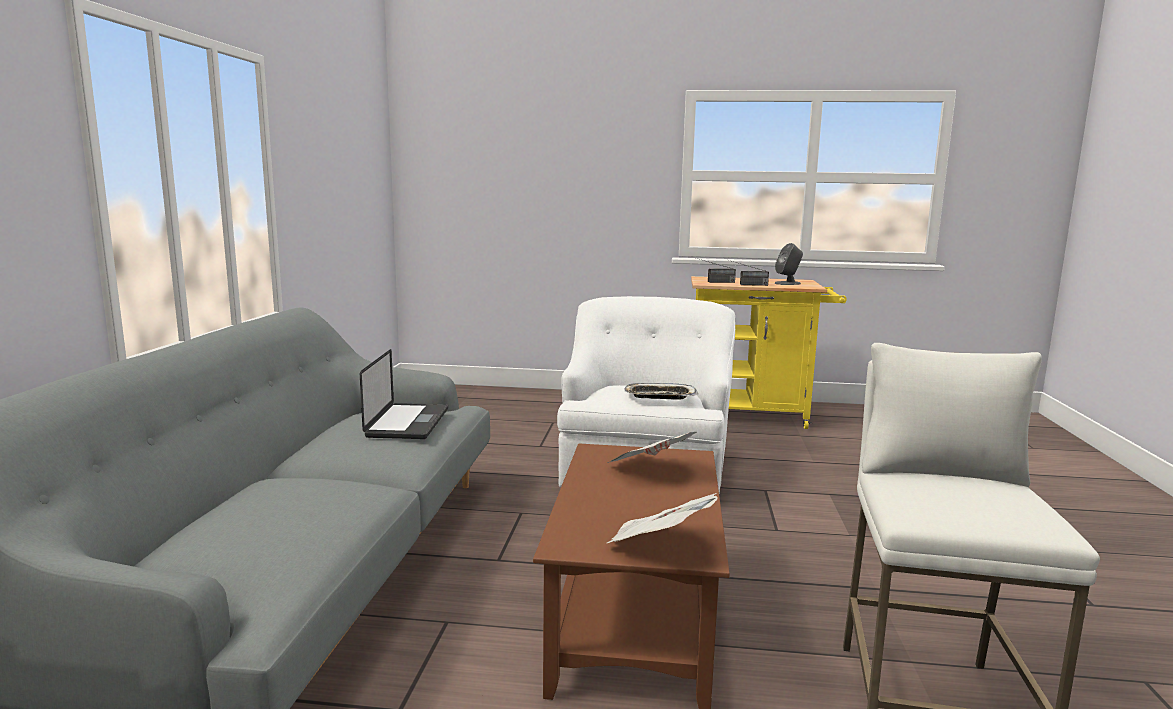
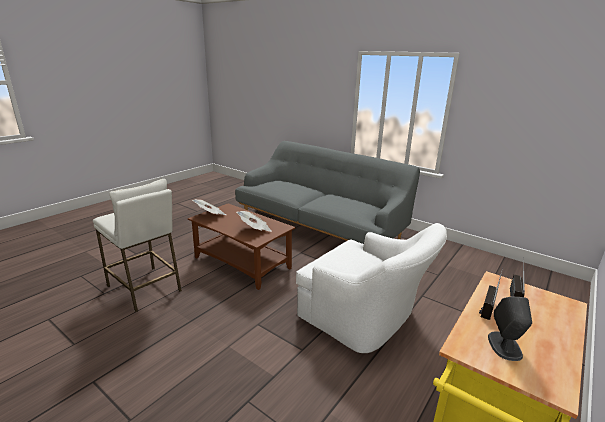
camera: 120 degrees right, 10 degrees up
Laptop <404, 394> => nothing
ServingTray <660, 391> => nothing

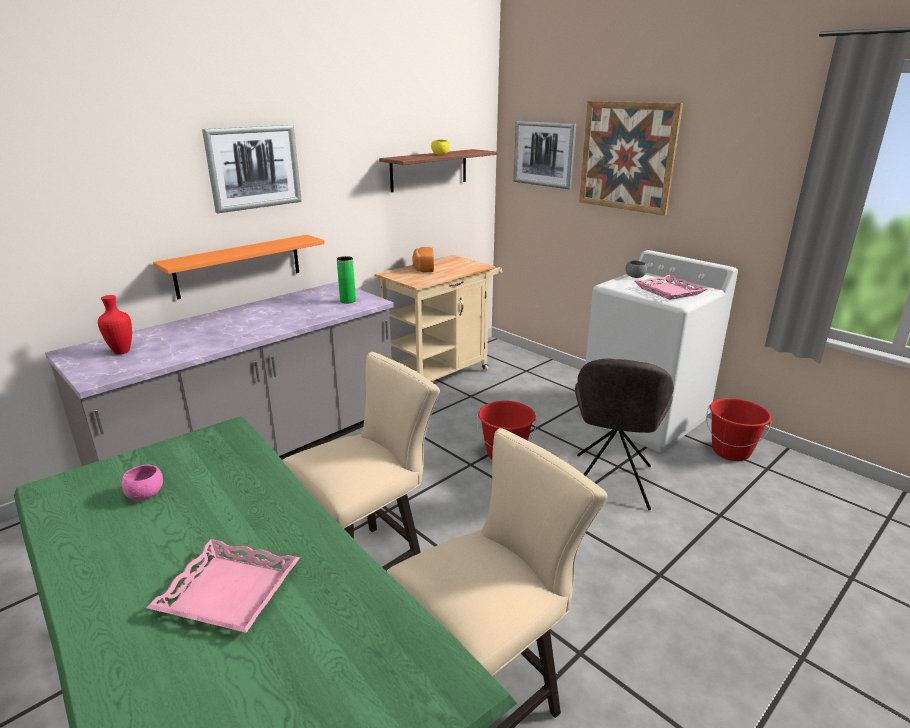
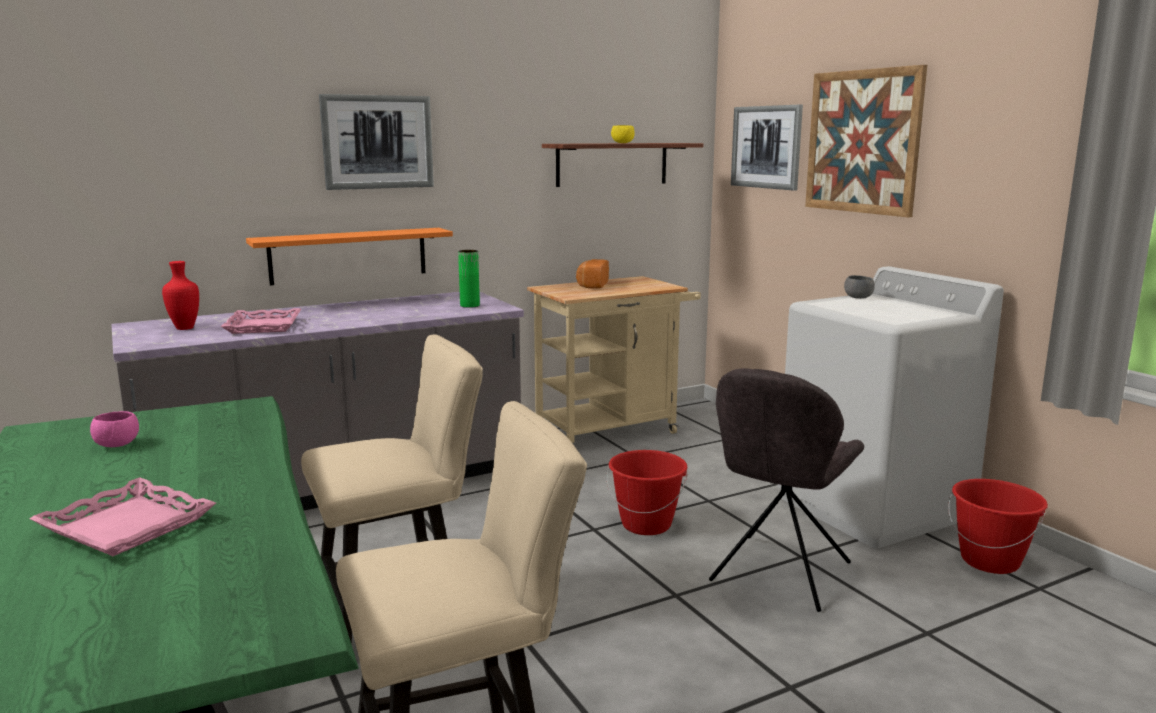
camera: 15 degrees right, 10 degrees down
PinkishServingTray <671, 287> => PinkishServingTray <261, 321>, move

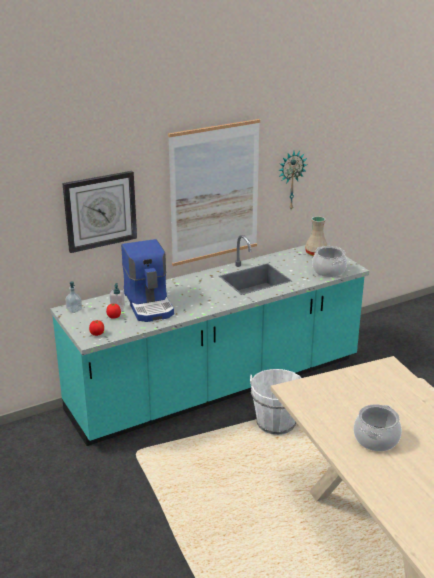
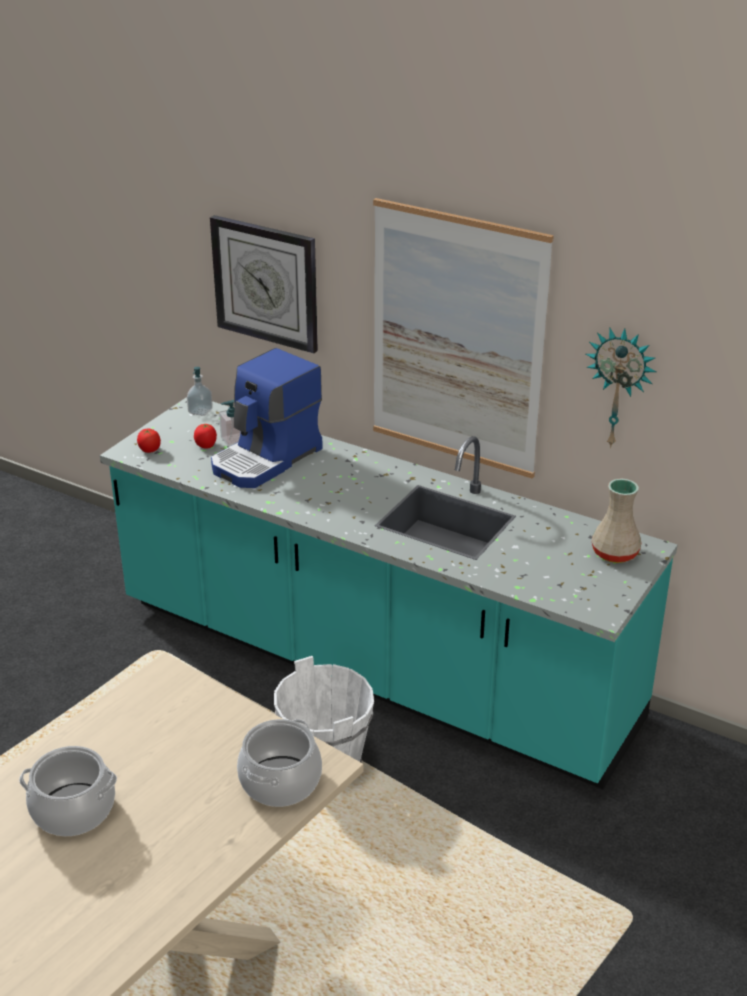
camera: 60 degrees right, 5 degrees up
Stockpot <329, 261> => Stockpot <279, 763>, move

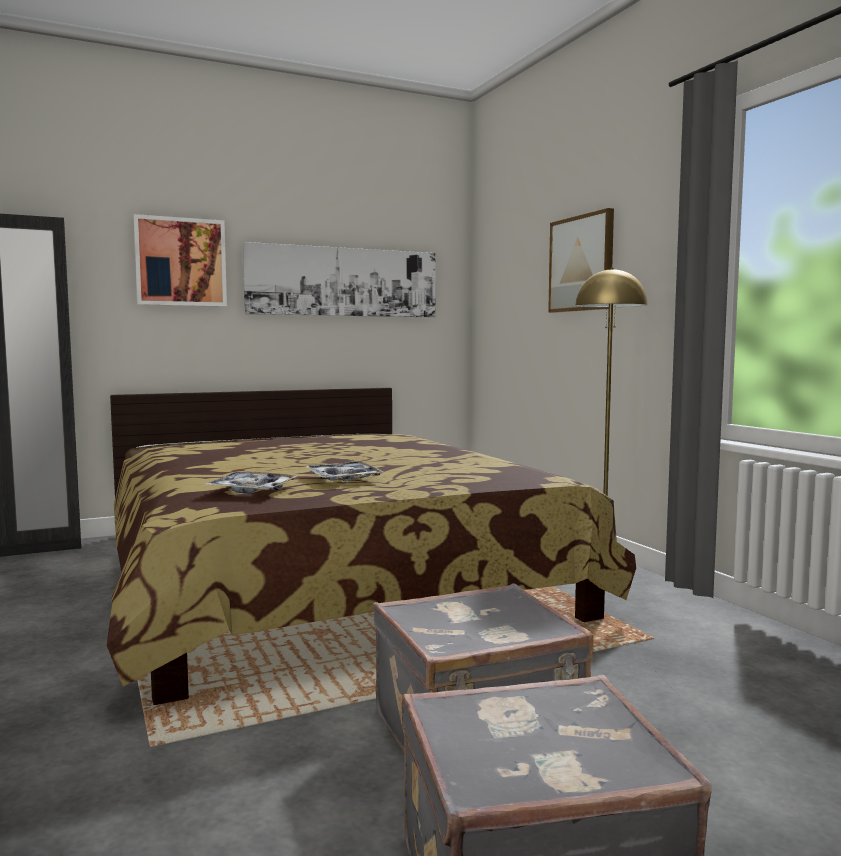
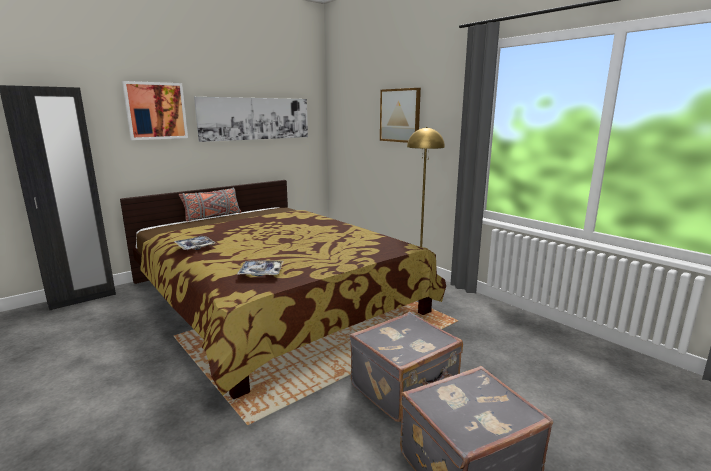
camera: 15 degrees left, 10 degrees up
ServingTray <345, 471> => ServingTray <195, 243>, move
nothing => GreyishThrowPillow <210, 205>

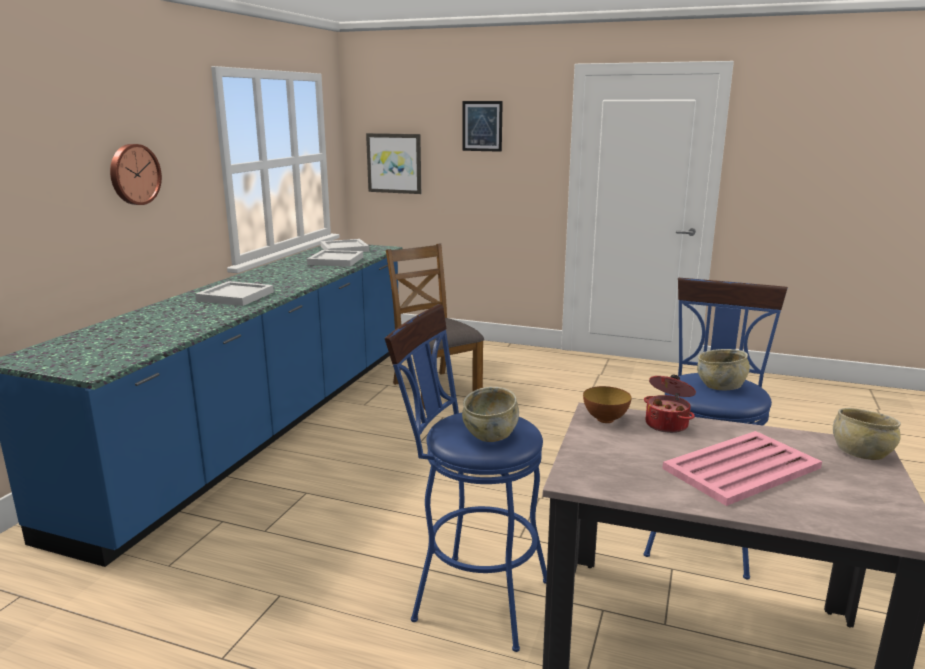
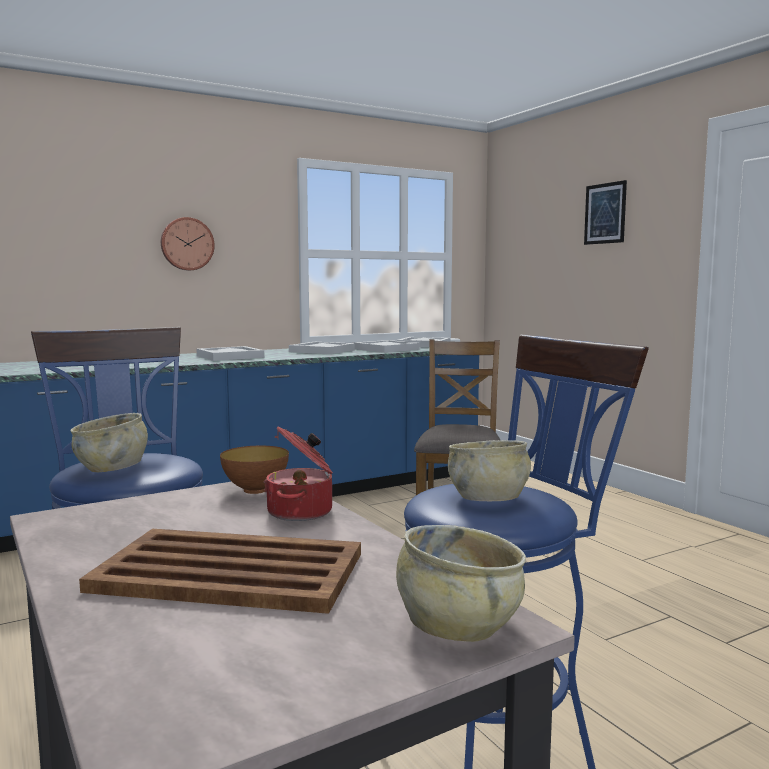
camera: 40 degrees right, 10 degrees down
WallArt <393, 163> => nothing
PinkishServingTray <742, 468> => BrownColouredServingTray <220, 571>
nothing => WhitishServingTray <322, 348>

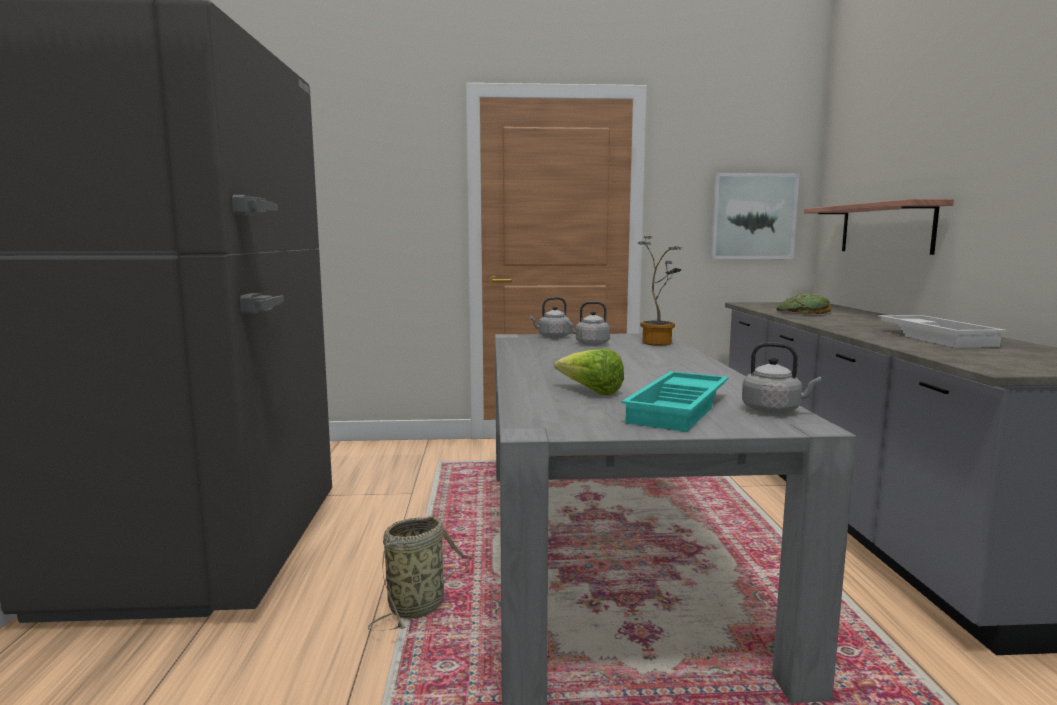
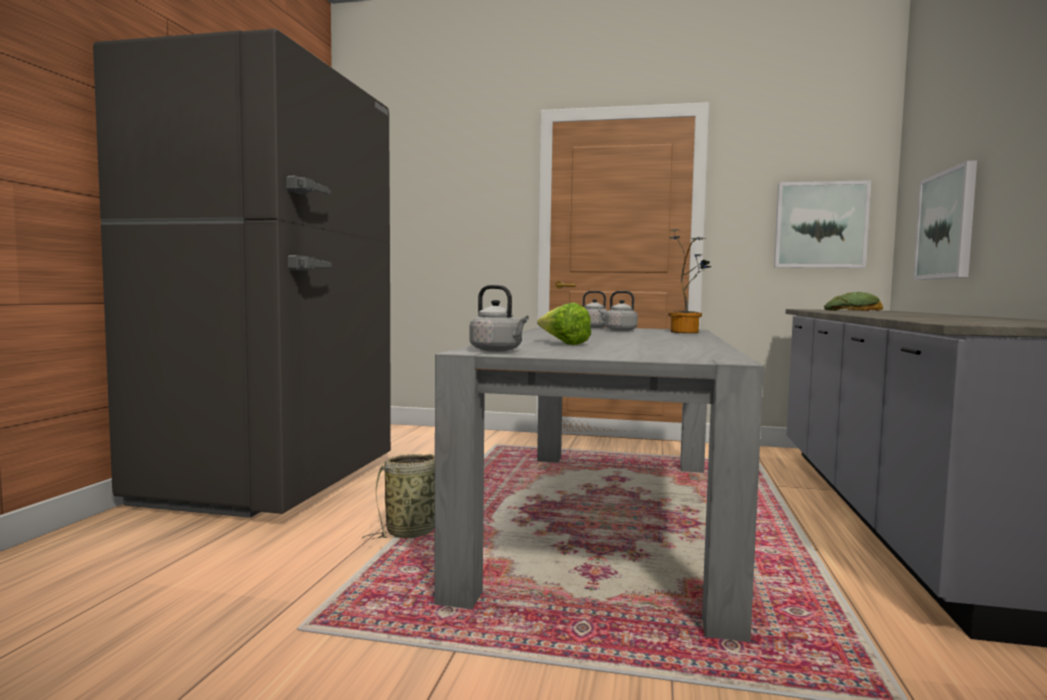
camera: 15 degrees right, 5 degrees down
BlueGreenServingTray <675, 401> => nothing
GreyishTeaKettle <781, 378> => GreyishTeaKettle <499, 318>, move
Shelf <879, 227> => WallArt <945, 220>
WhitishServingTray <942, 331> => nothing

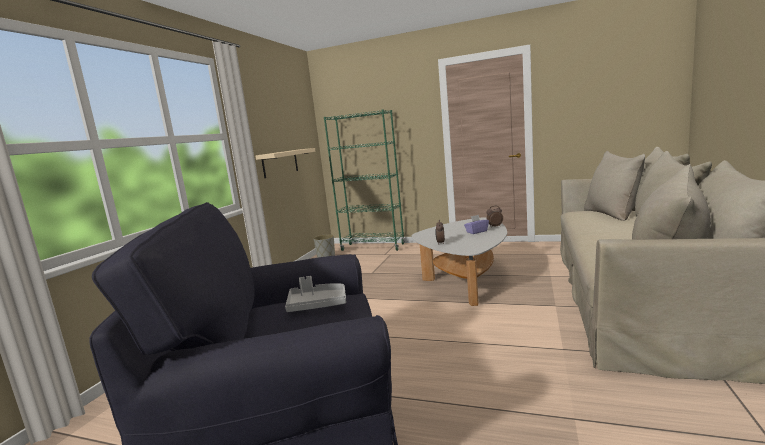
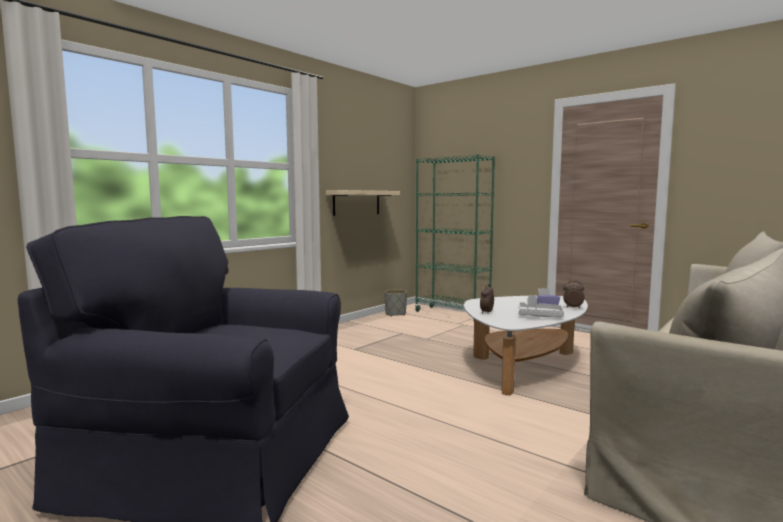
camera: 20 degrees right, 5 degrees down
GreyishServingTray <315, 294> => GreyishServingTray <541, 306>, move

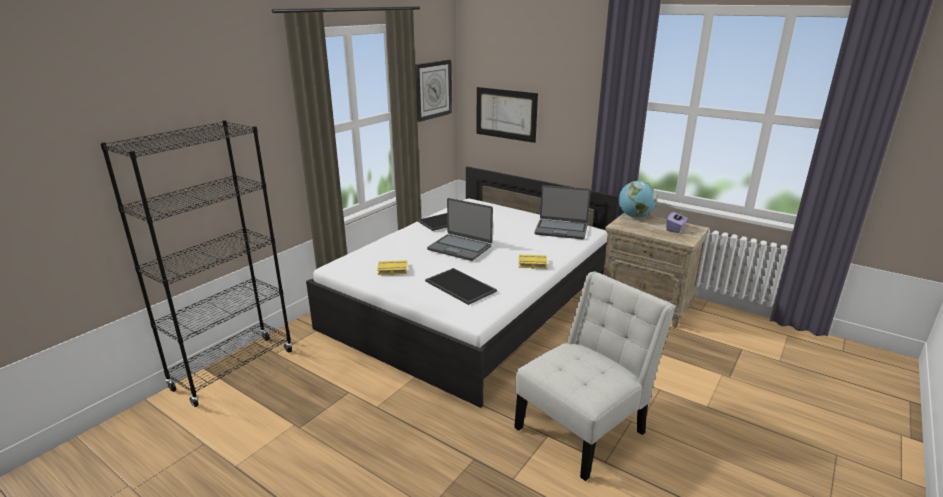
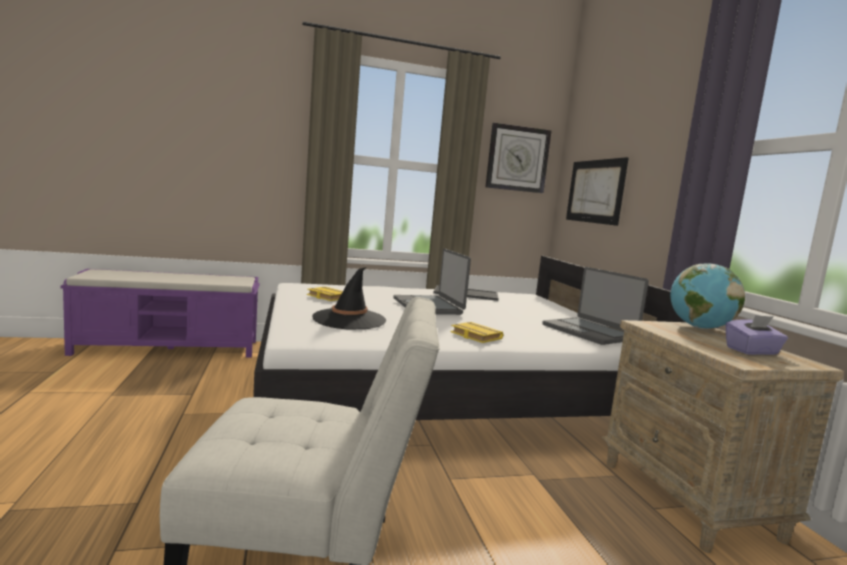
camera: 40 degrees right, 15 degrees down
BlackShelvingUnit <196, 263> => PurpleBench <160, 313>
ServingTray <461, 286> => BlackWearableHat <349, 298>

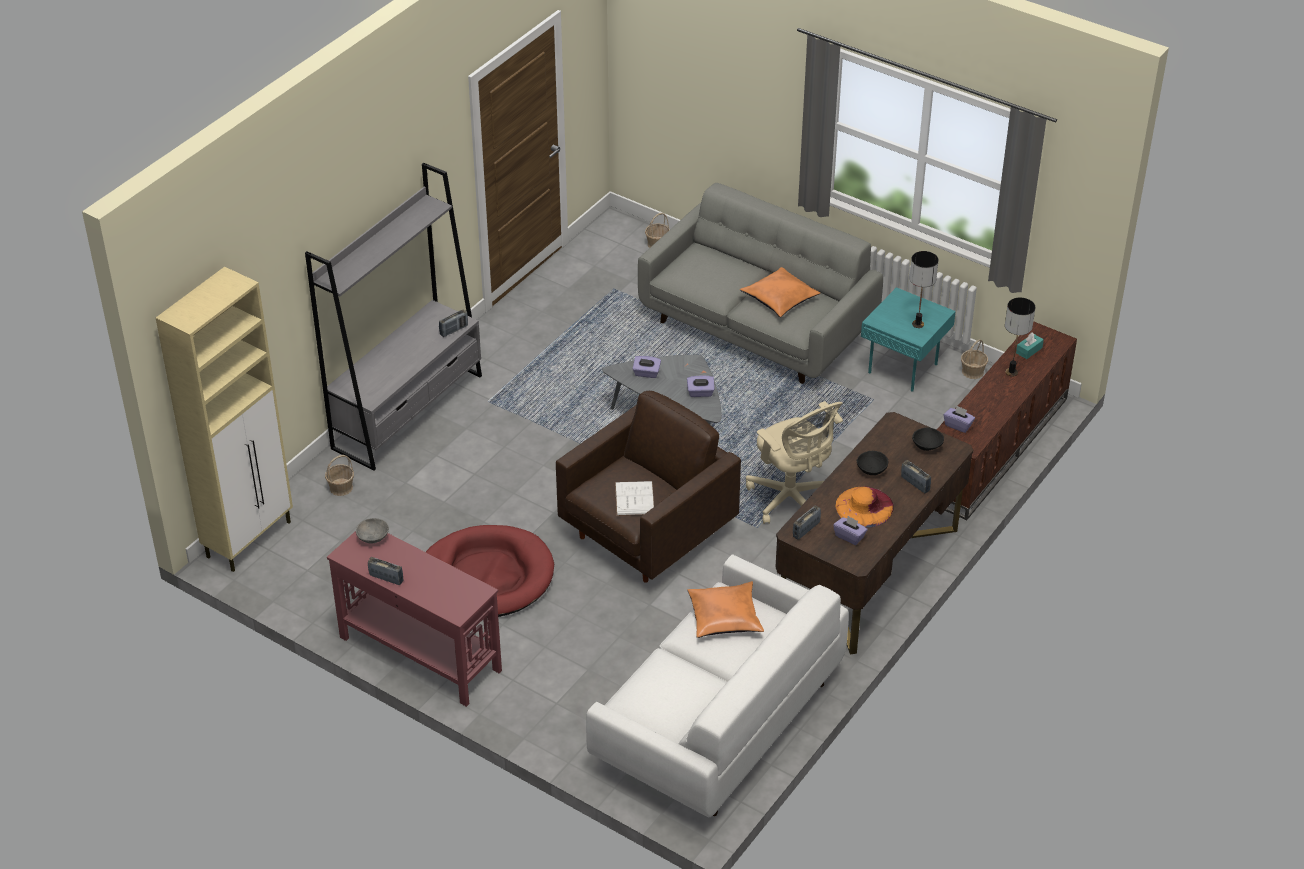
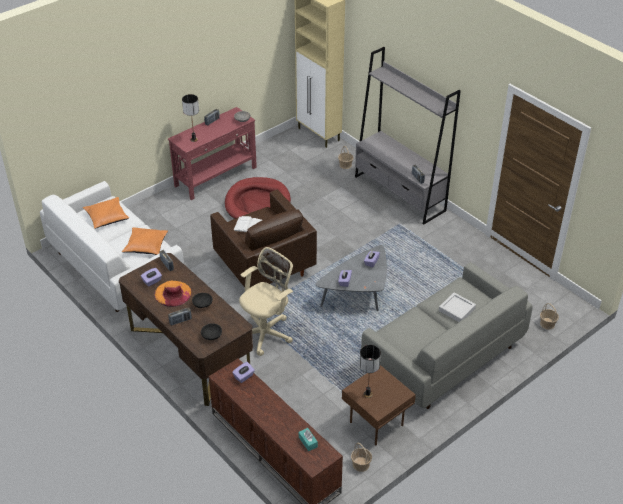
camera: 105 degrees right, 0 degrees up
OrangeThrowPillow <780, 292> => OrangeThrowPillow <106, 213>, move
BeigeColouredComputerChair <794, 462> => BeigeColouredComputerChair <266, 301>, 150 degrees clockwise
BlueGreenAccentTable <908, 339> => BrownColouredAccentTable <379, 405>
TableLamp <1020, 337> => TableLamp <190, 118>, move
nothing => GreyishServingTray <457, 307>

